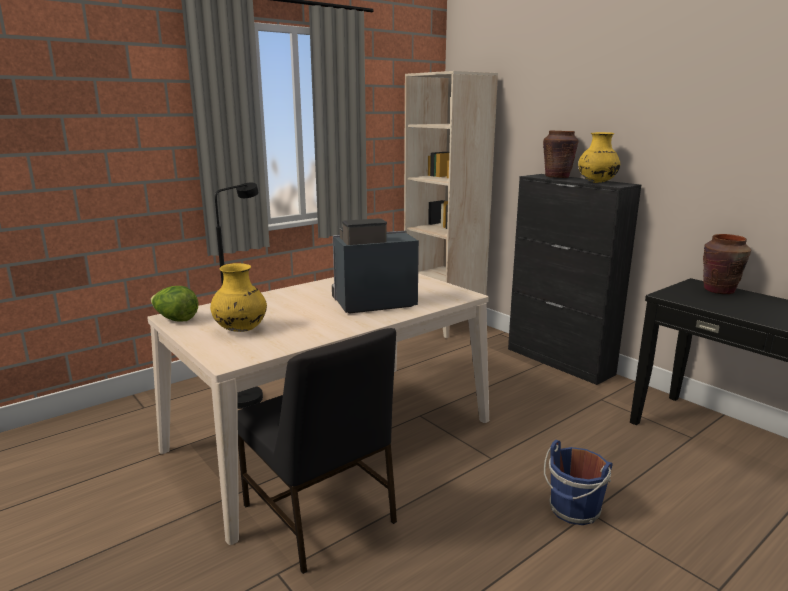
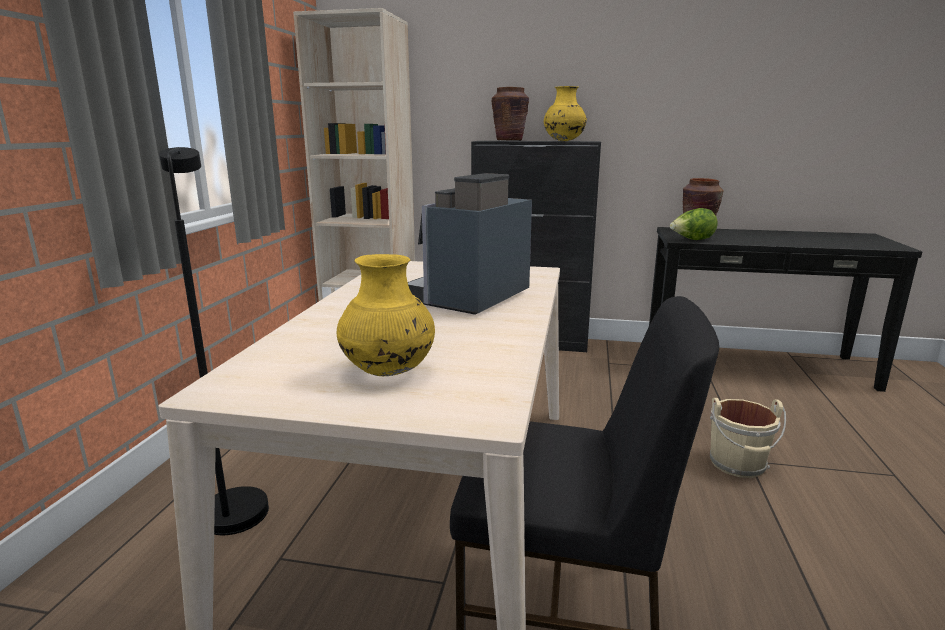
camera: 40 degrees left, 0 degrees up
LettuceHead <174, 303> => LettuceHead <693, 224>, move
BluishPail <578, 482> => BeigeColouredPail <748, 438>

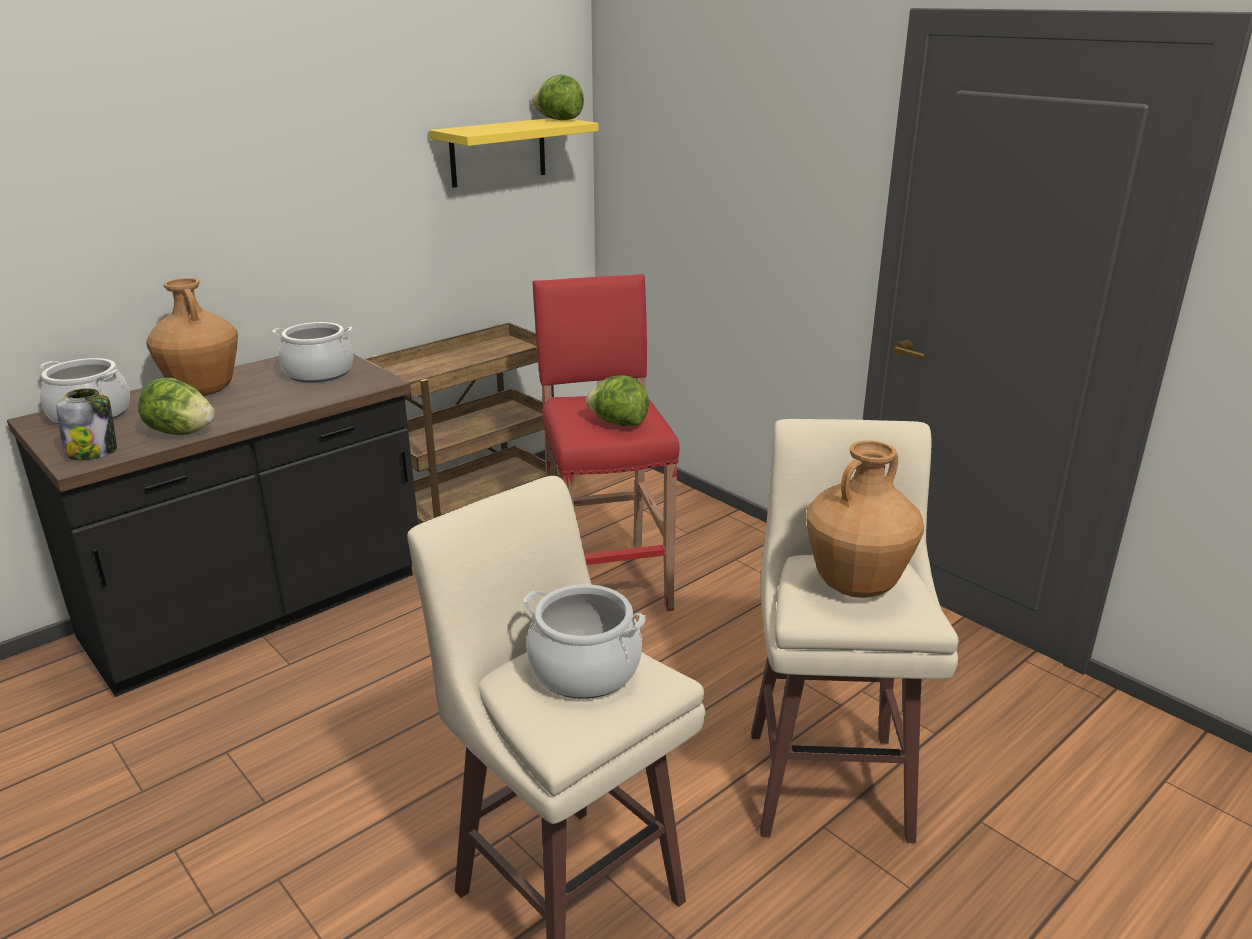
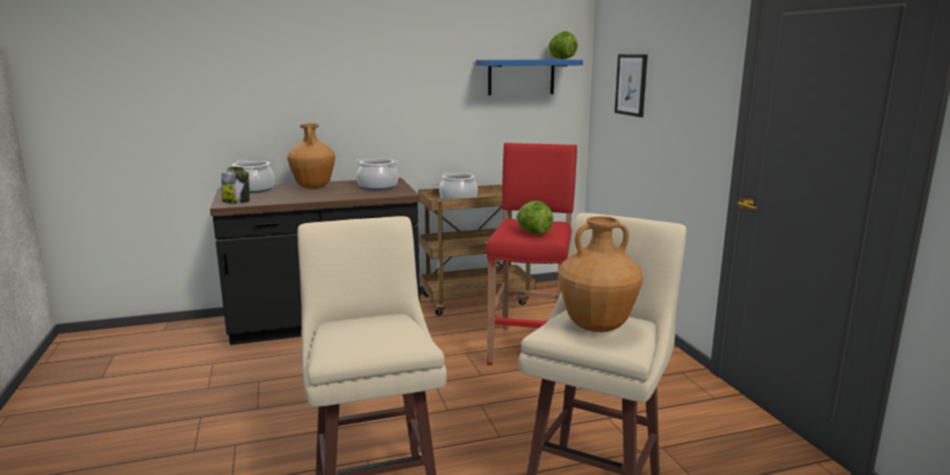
camera: 25 degrees right, 10 degrees down
LettuceHead <176, 406> => nothing
YellowShelf <513, 153> => BluishShelf <529, 77>
Stockpot <584, 641> => Stockpot <458, 186>, move
nothing => WallArt <631, 85>

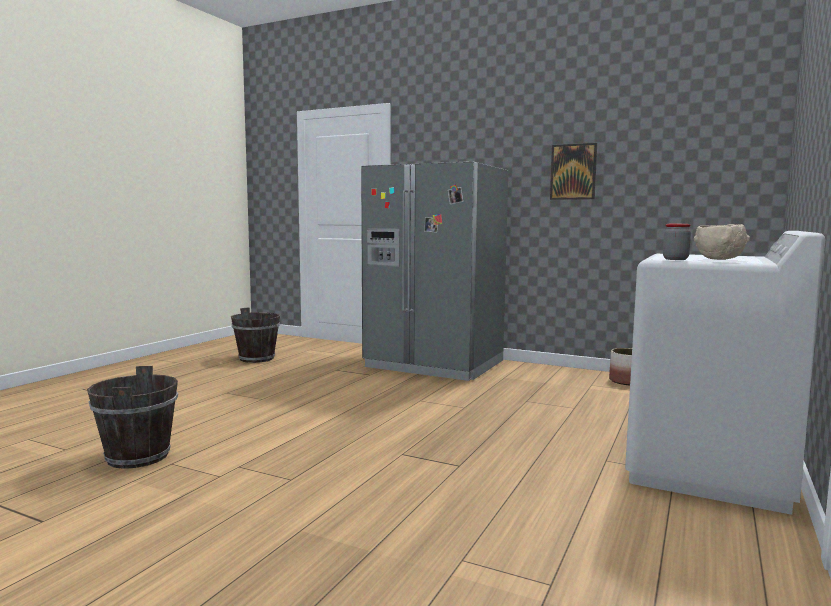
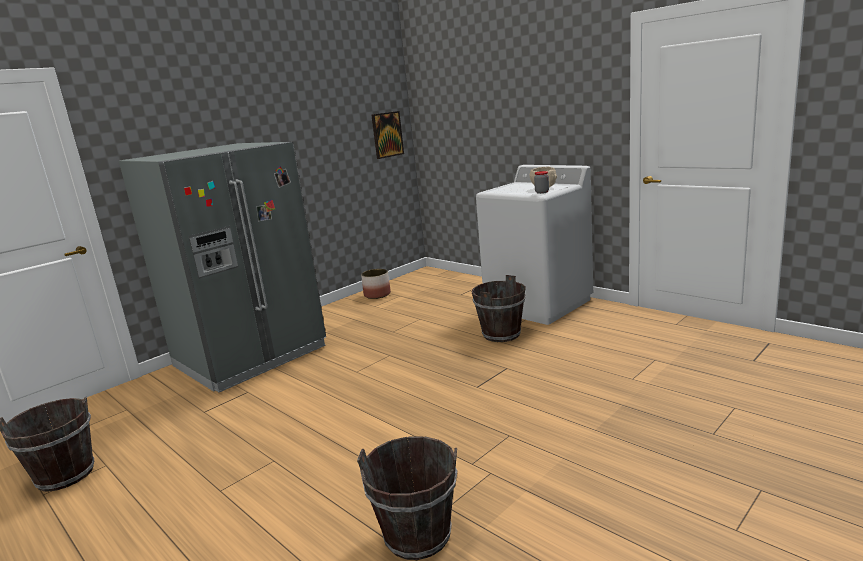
camera: 70 degrees left, 10 degrees up
WallArt <573, 171> => WallArt <387, 135>, move
nothing => BrownColouredPail <499, 308>

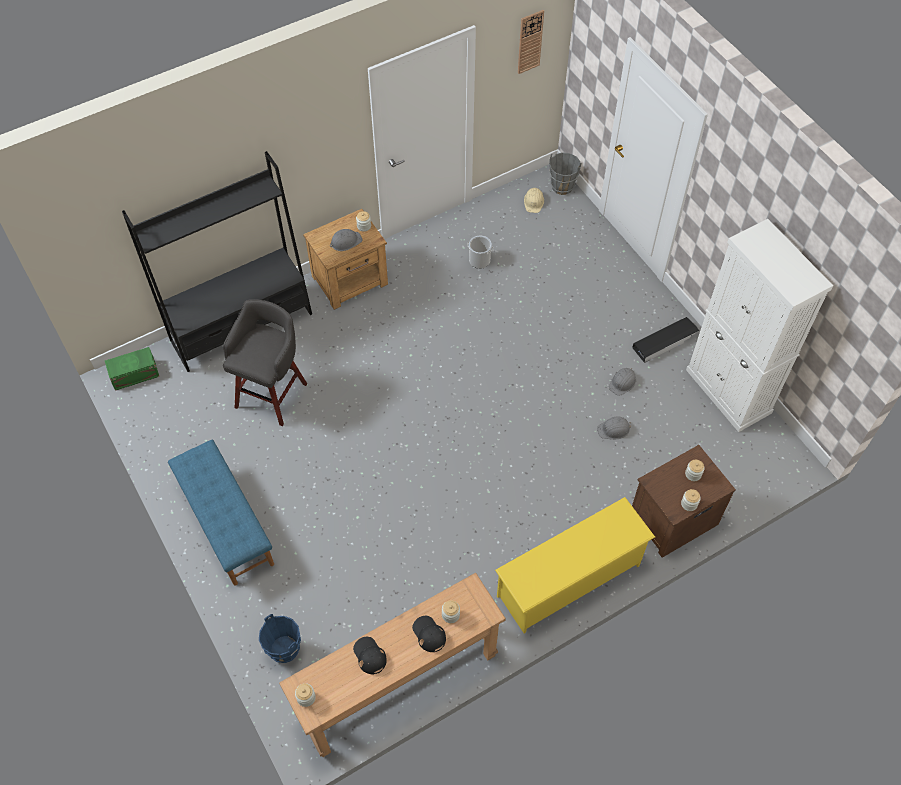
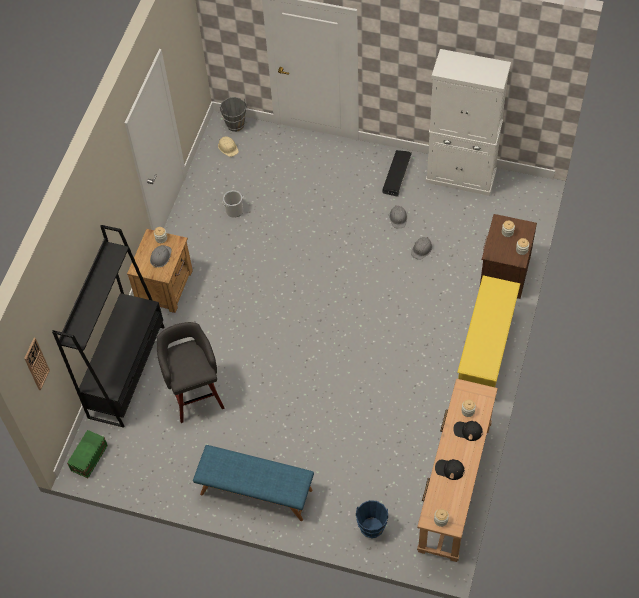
camera: 40 degrees left, 0 degrees up
HangingClock <531, 42> => HangingClock <37, 364>, move

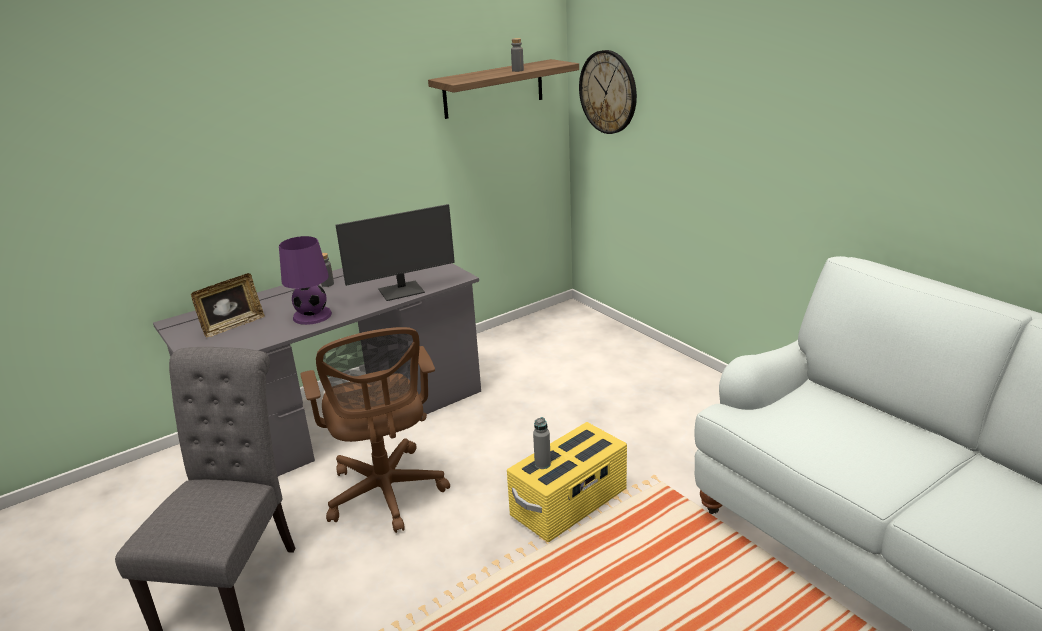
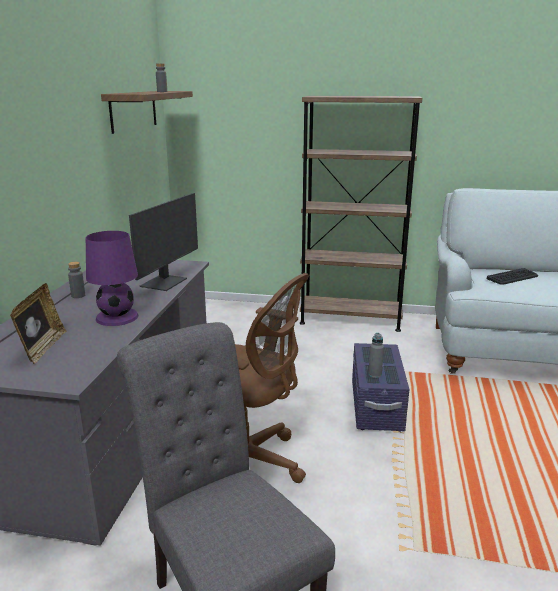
camera: 45 degrees left, 5 degrees down
YellowStorageContainer <567, 482> => PurpleStorageContainer <380, 387>
HangingClock <608, 92> => nothing
nothing => BrownColouredShelvingUnit <361, 214>
nothing => ComputerKeyboard <512, 276>

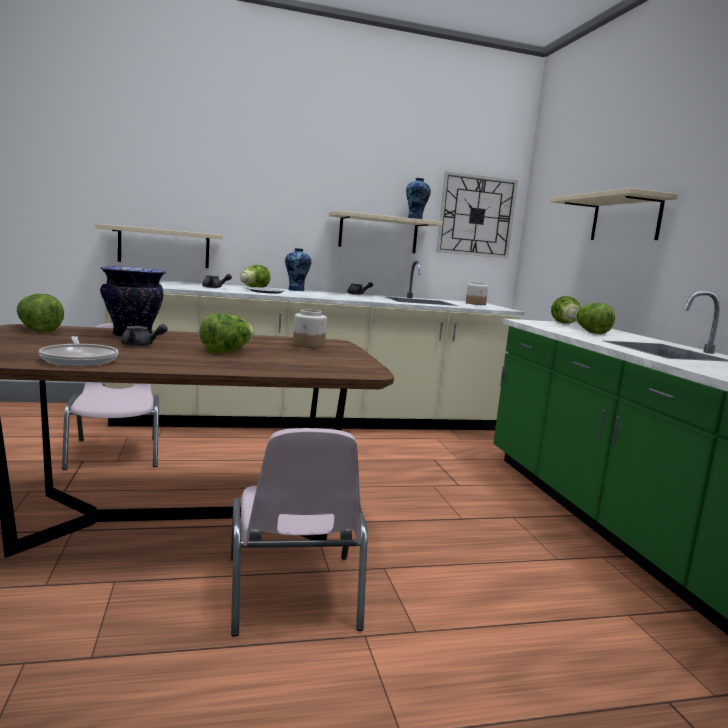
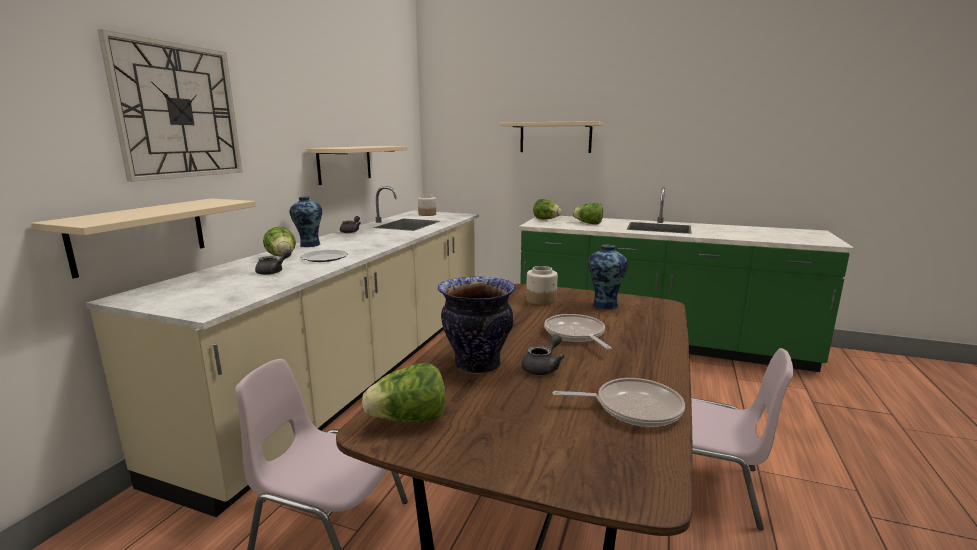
camera: 55 degrees left, 5 degrees up
LettuceHead <226, 333> => Pan <578, 331>
DecorativeVase <418, 198> => DecorativeVase <608, 277>, move
HangingClock <477, 214> => HangingClock <169, 105>, move

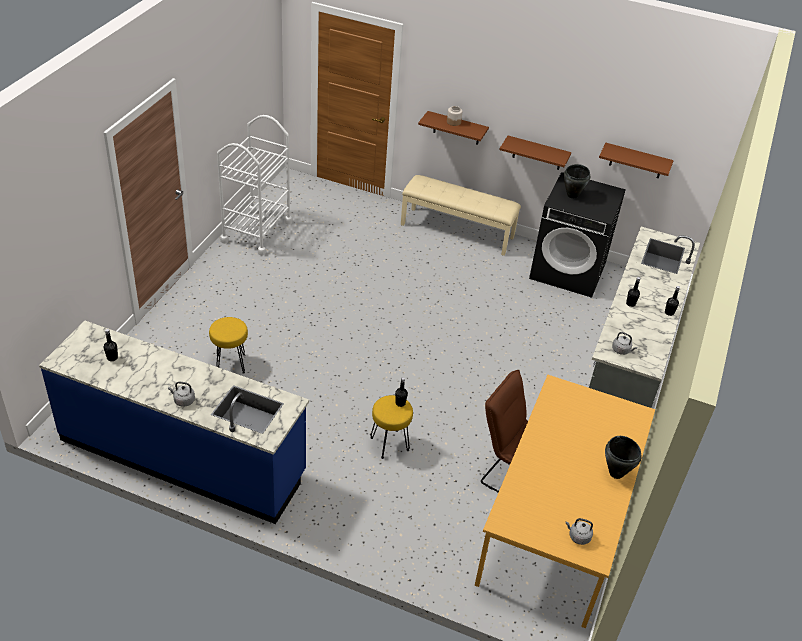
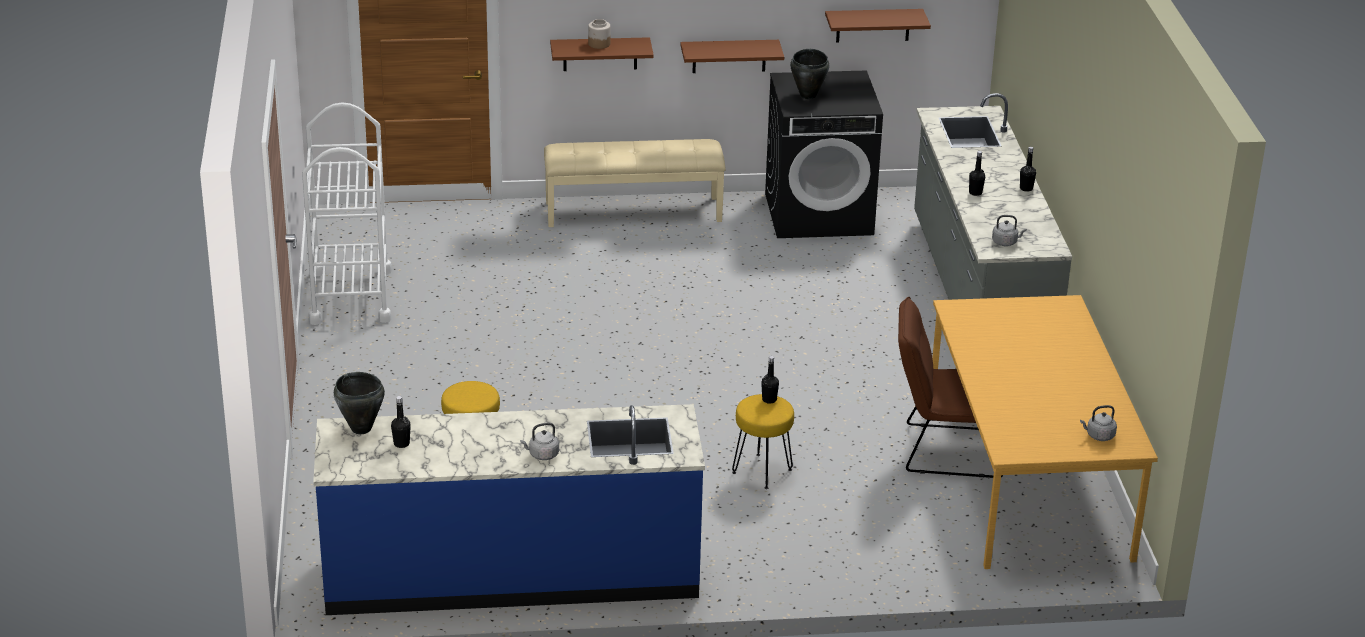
camera: 25 degrees left, 10 degrees down
BlackStockpot <623, 457> => BlackStockpot <359, 403>, move

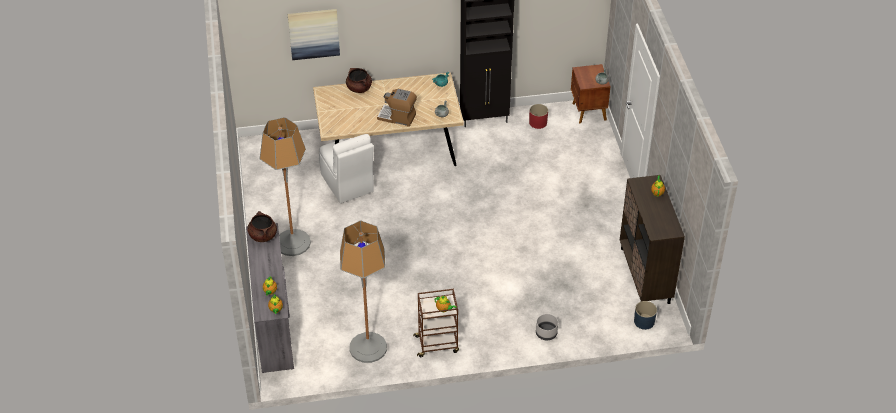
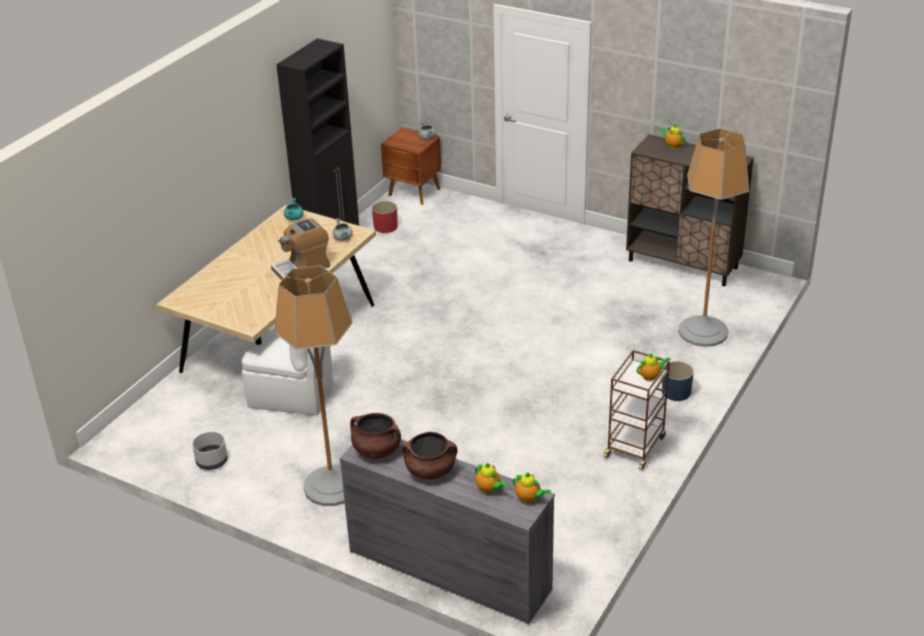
camera: 50 degrees left, 10 degrees down
WallArt <314, 34> => nothing
StandingLamp <363, 292> => StandingLamp <713, 237>, move
BrownColouredStockpot <359, 80> => BrownColouredStockpot <430, 456>, move
GreyishPlanter <547, 327> => GreyishPlanter <210, 451>, move
BluishPlanter <645, 315> => BluishPlanter <678, 381>, move

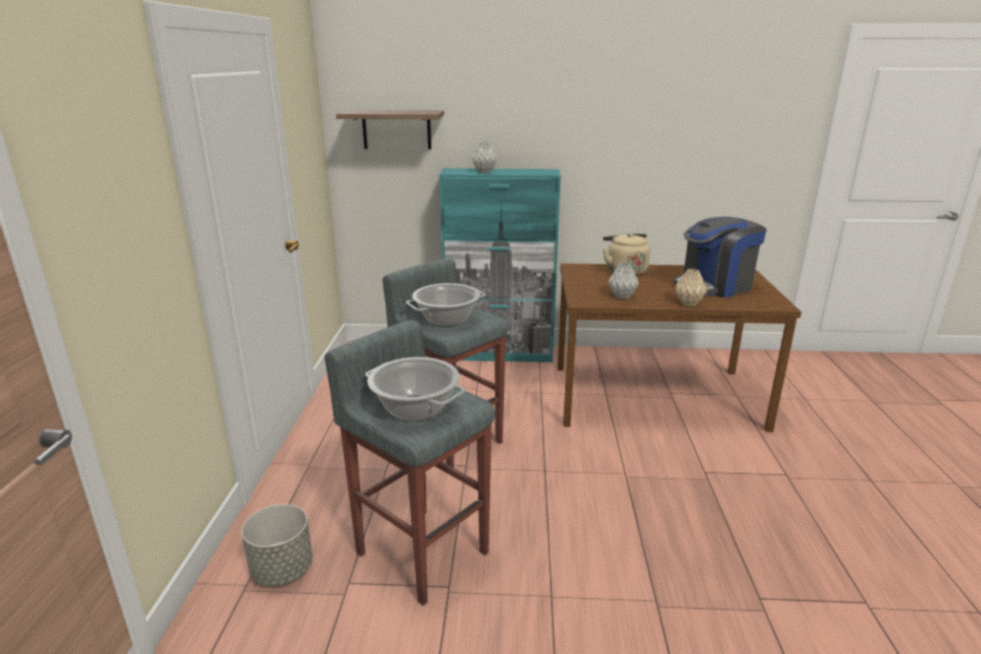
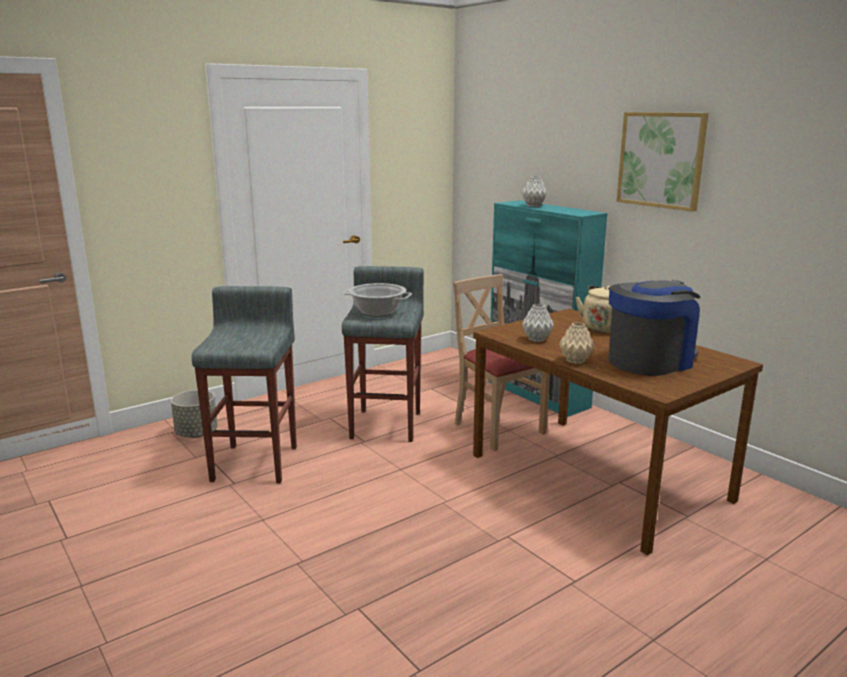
camera: 50 degrees right, 5 degrees down
Shelf <390, 129> => nothing
Stockpot <415, 389> => nothing
CoffeeBrewer <720, 257> => CoffeeBrewer <654, 328>, 120 degrees clockwise
nothing => BeigeColouredUprightChair <501, 362>
nothing => WallArt <663, 162>

